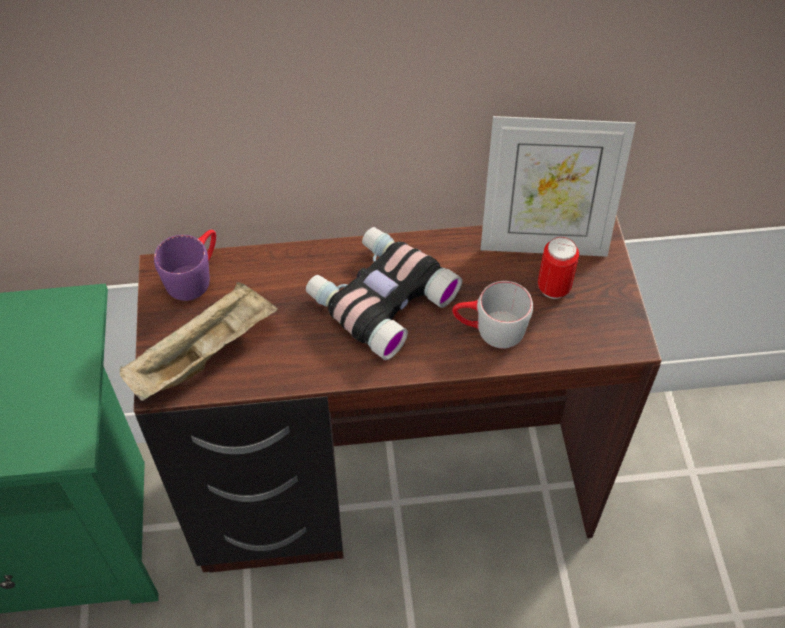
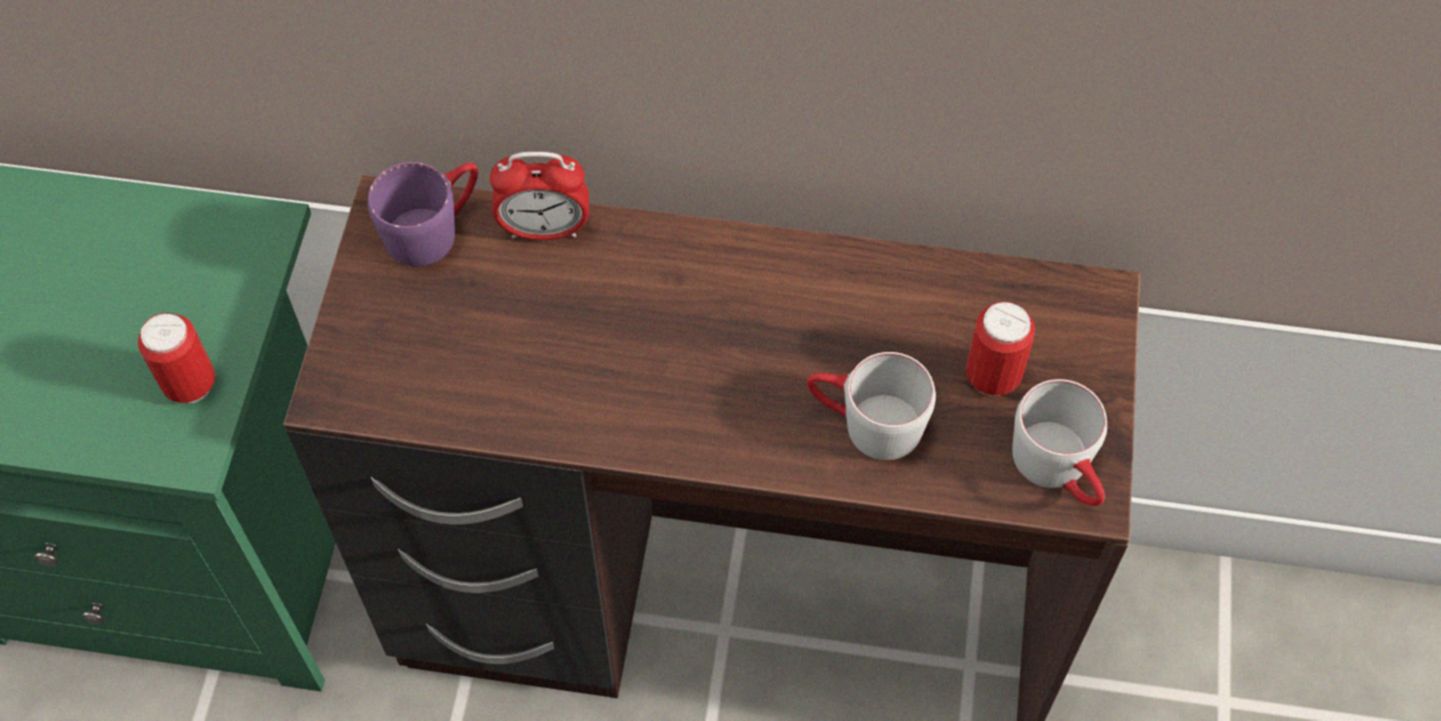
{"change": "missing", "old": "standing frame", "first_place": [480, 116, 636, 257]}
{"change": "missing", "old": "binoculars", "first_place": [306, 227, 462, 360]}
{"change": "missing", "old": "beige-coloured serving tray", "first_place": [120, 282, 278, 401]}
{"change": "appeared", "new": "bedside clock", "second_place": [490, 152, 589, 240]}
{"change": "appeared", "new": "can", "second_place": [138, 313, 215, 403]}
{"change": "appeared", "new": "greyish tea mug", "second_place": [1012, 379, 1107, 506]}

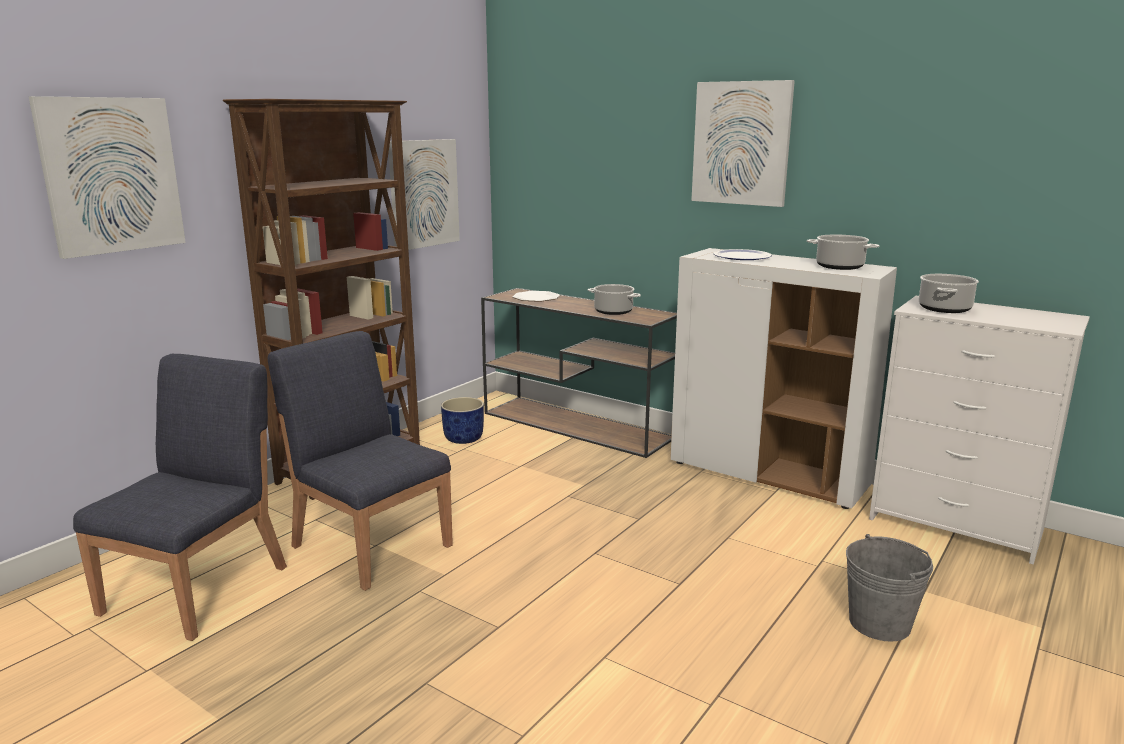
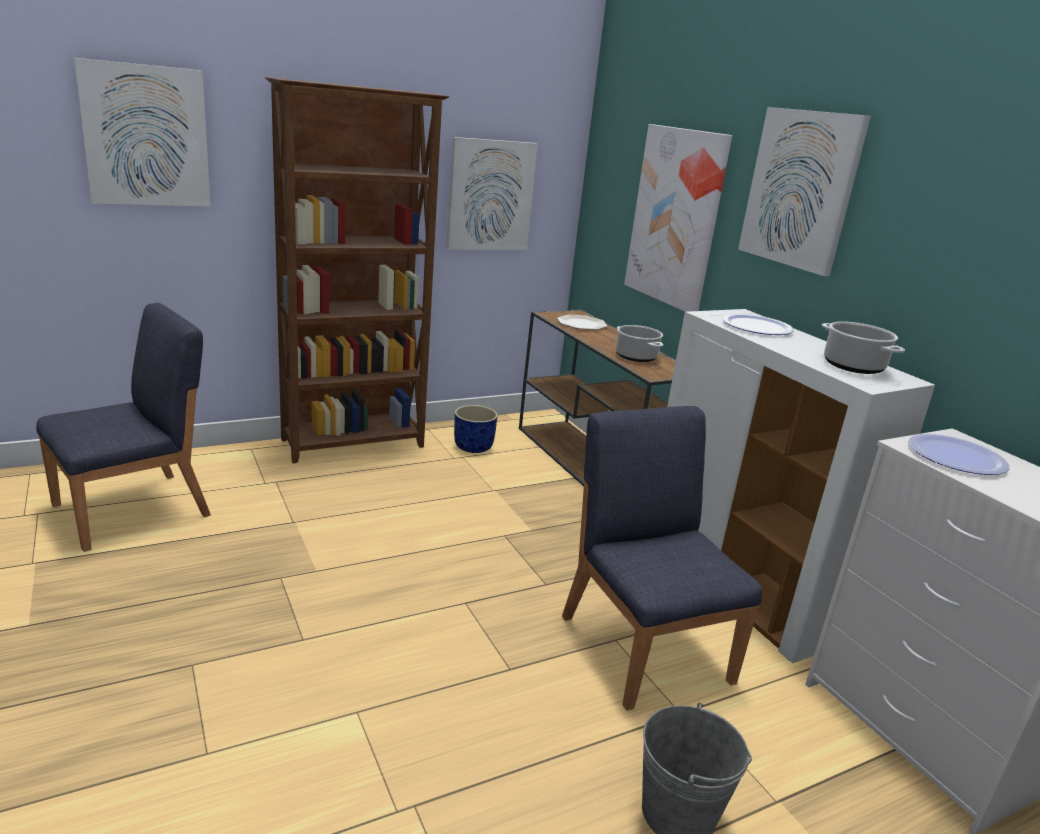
{"change": "exchanged", "old": "cooking pot", "new": "plate", "first_place": [919, 274, 979, 313], "second_place": [908, 434, 1009, 475]}
{"change": "relocated", "old": "bluish chair", "first_place": [268, 331, 453, 591], "second_place": [562, 406, 762, 711]}
{"change": "appeared", "new": "wall art", "second_place": [624, 124, 732, 312]}

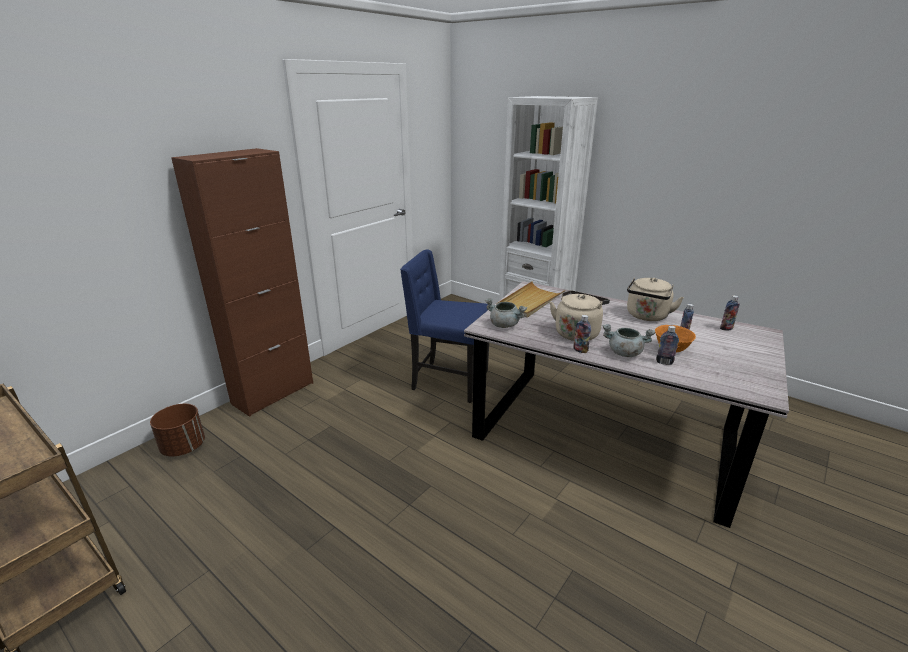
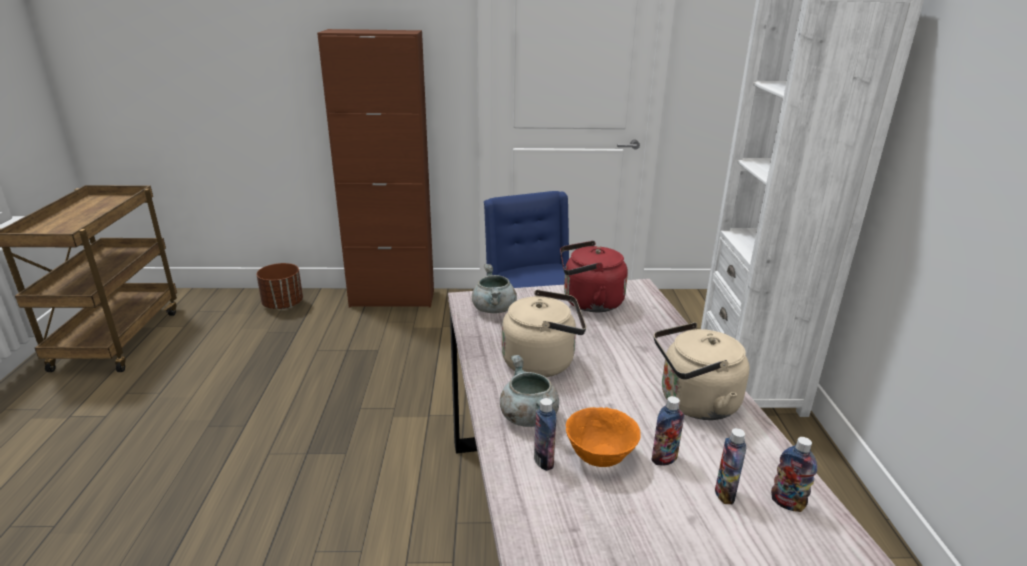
{"change": "exchanged", "old": "beige-coloured serving tray", "new": "red water kettle", "first_place": [498, 281, 565, 318], "second_place": [560, 241, 628, 312]}
{"change": "relocated", "old": "bottle", "first_place": [573, 315, 591, 353], "second_place": [715, 428, 746, 504]}

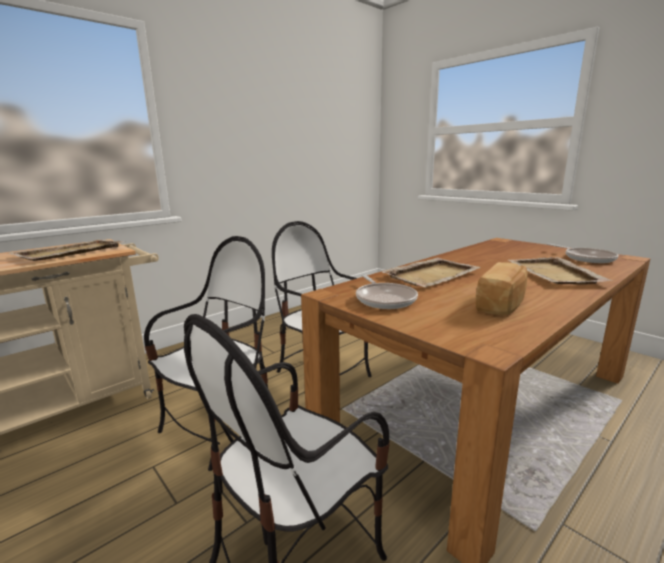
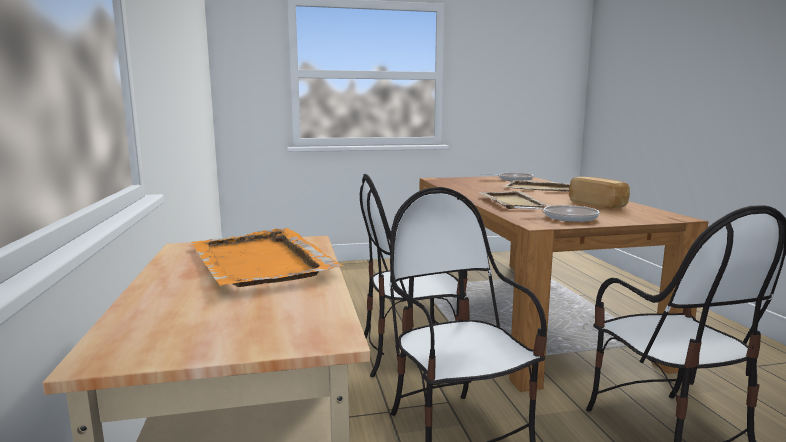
{"change": "colour", "old": "beige-coloured serving tray", "new": "orangey serving tray", "first_place": [9, 239, 123, 261], "second_place": [191, 228, 343, 287]}

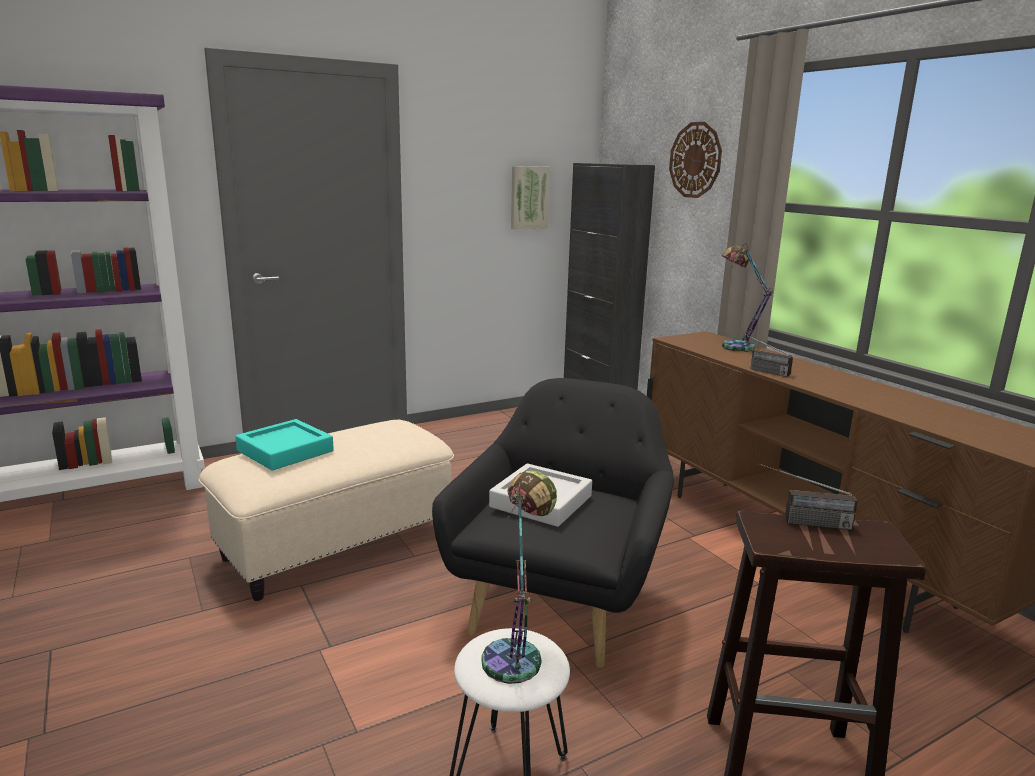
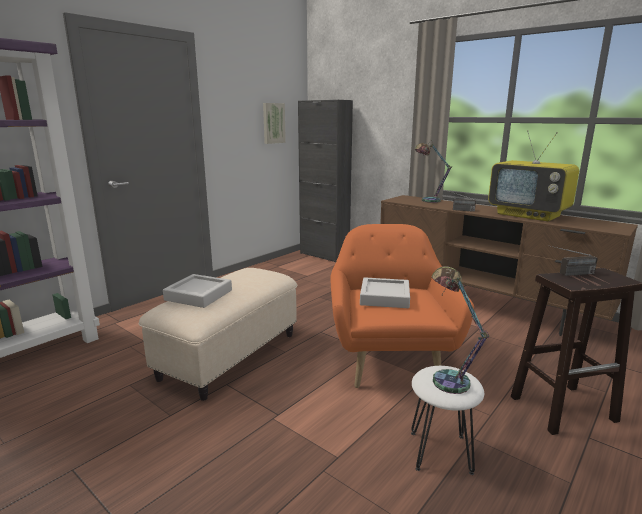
{"change": "missing", "old": "hanging clock", "first_place": [669, 122, 722, 198]}
{"change": "colour", "old": "blackish easy chair", "new": "orangey easy chair", "first_place": [432, 378, 674, 668], "second_place": [330, 224, 474, 388]}
{"change": "colour", "old": "turquoise serving tray", "new": "greyish serving tray", "first_place": [235, 419, 334, 470], "second_place": [163, 274, 232, 308]}
{"change": "appeared", "new": "TV", "second_place": [488, 130, 579, 221]}

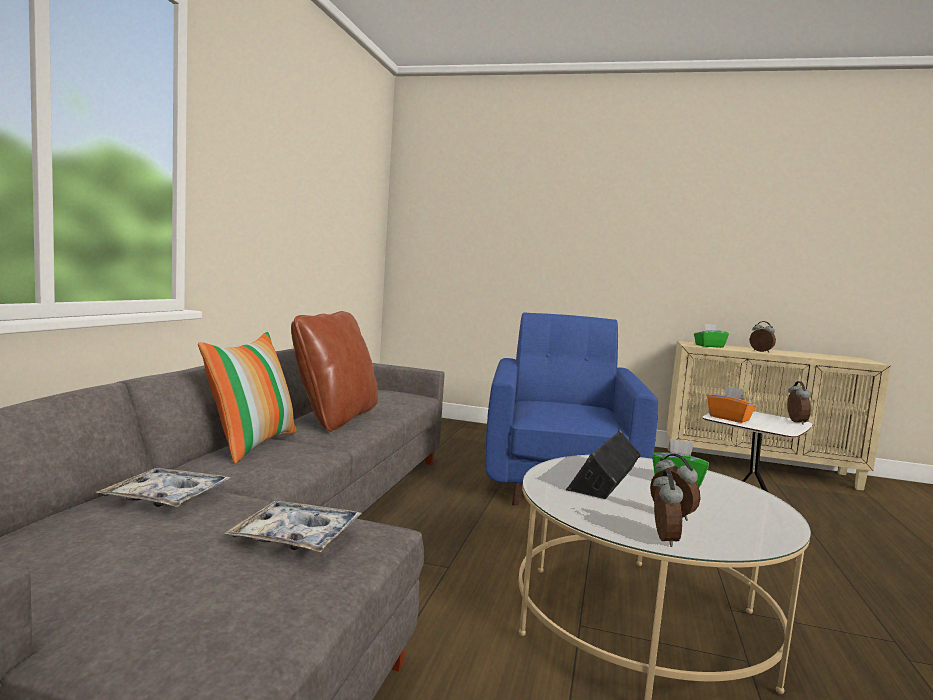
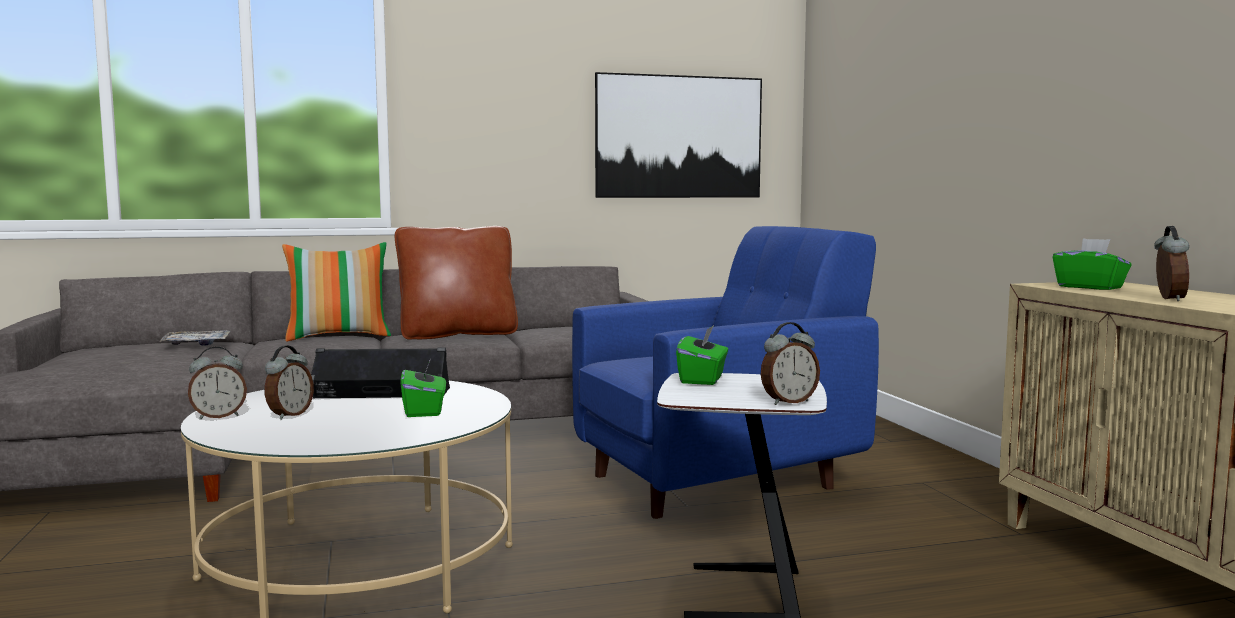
{"change": "colour", "old": "orangey tissue box", "new": "green-coloured tissue box", "first_place": [707, 386, 756, 423], "second_place": [676, 325, 728, 385]}
{"change": "missing", "old": "serving tray", "first_place": [224, 500, 362, 552]}
{"change": "appeared", "new": "wall art", "second_place": [595, 72, 762, 198]}

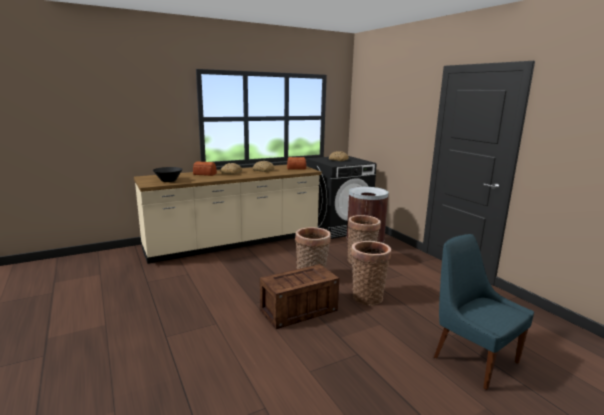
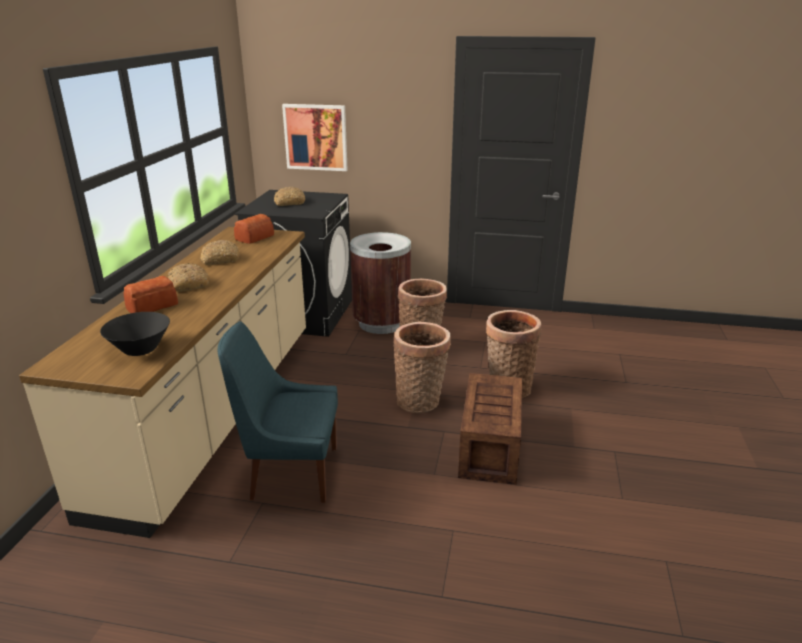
{"change": "relocated", "old": "bluish chair", "first_place": [434, 234, 534, 390], "second_place": [218, 321, 338, 503]}
{"change": "appeared", "new": "wall art", "second_place": [282, 104, 348, 171]}

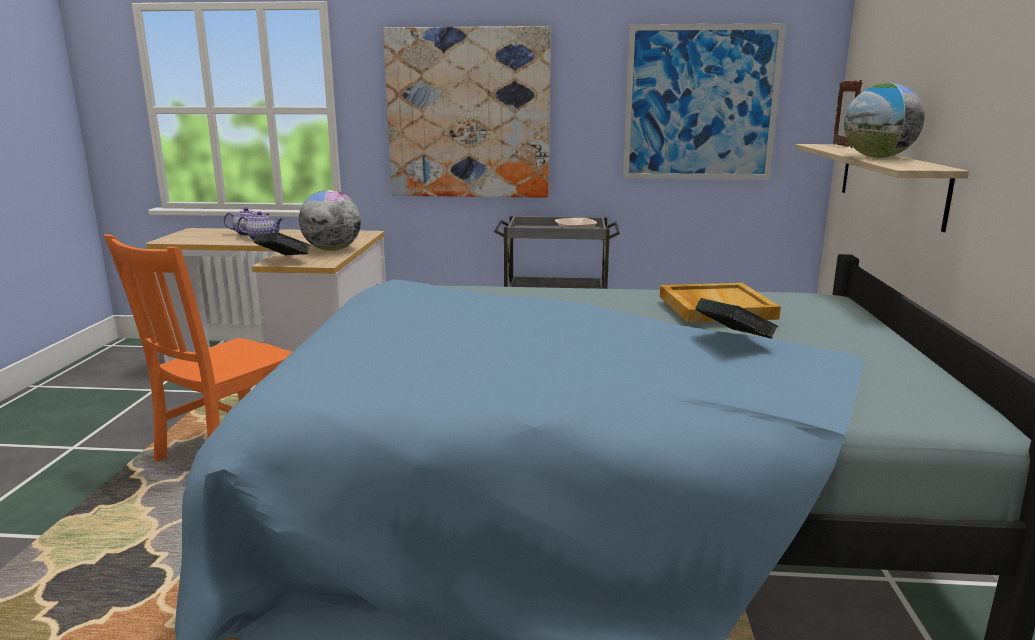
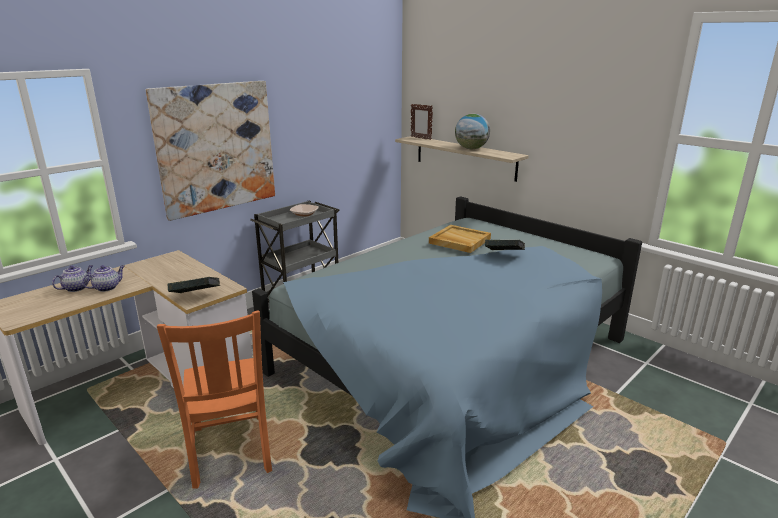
{"change": "missing", "old": "wall art", "first_place": [623, 23, 786, 180]}
{"change": "missing", "old": "world globe", "first_place": [299, 190, 361, 251]}

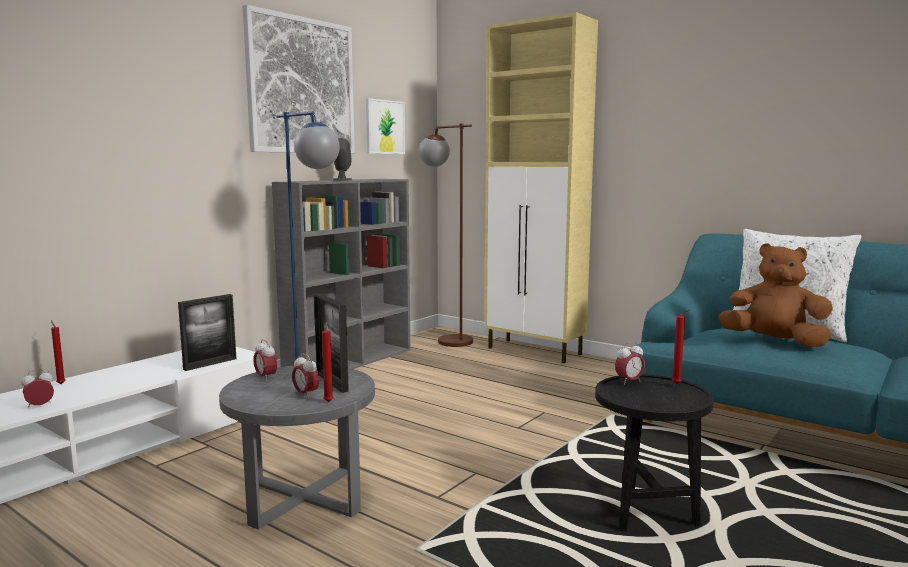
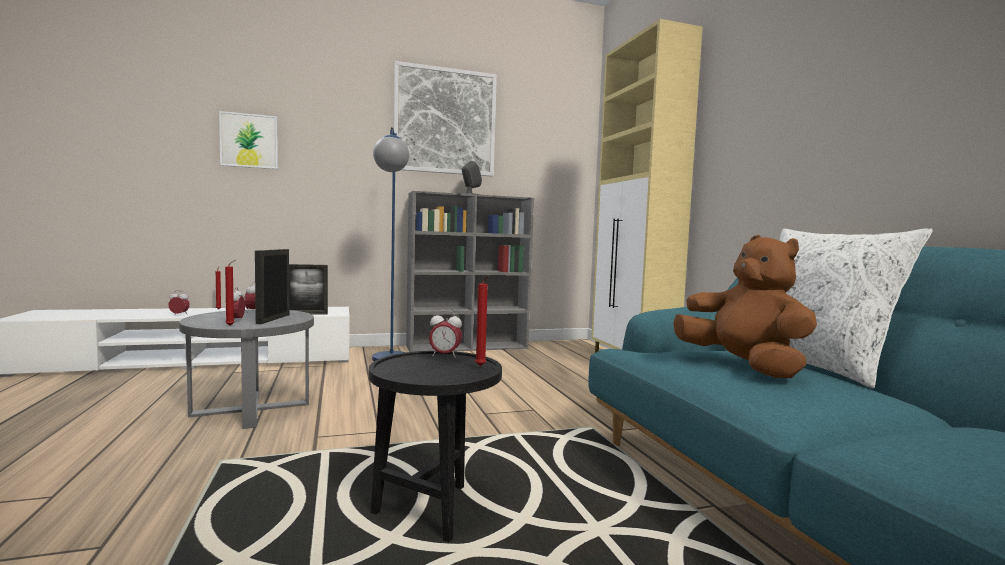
{"change": "relocated", "old": "wall art", "first_place": [366, 98, 405, 154], "second_place": [219, 111, 278, 169]}
{"change": "missing", "old": "brownish standard lamp", "first_place": [419, 124, 473, 347]}

